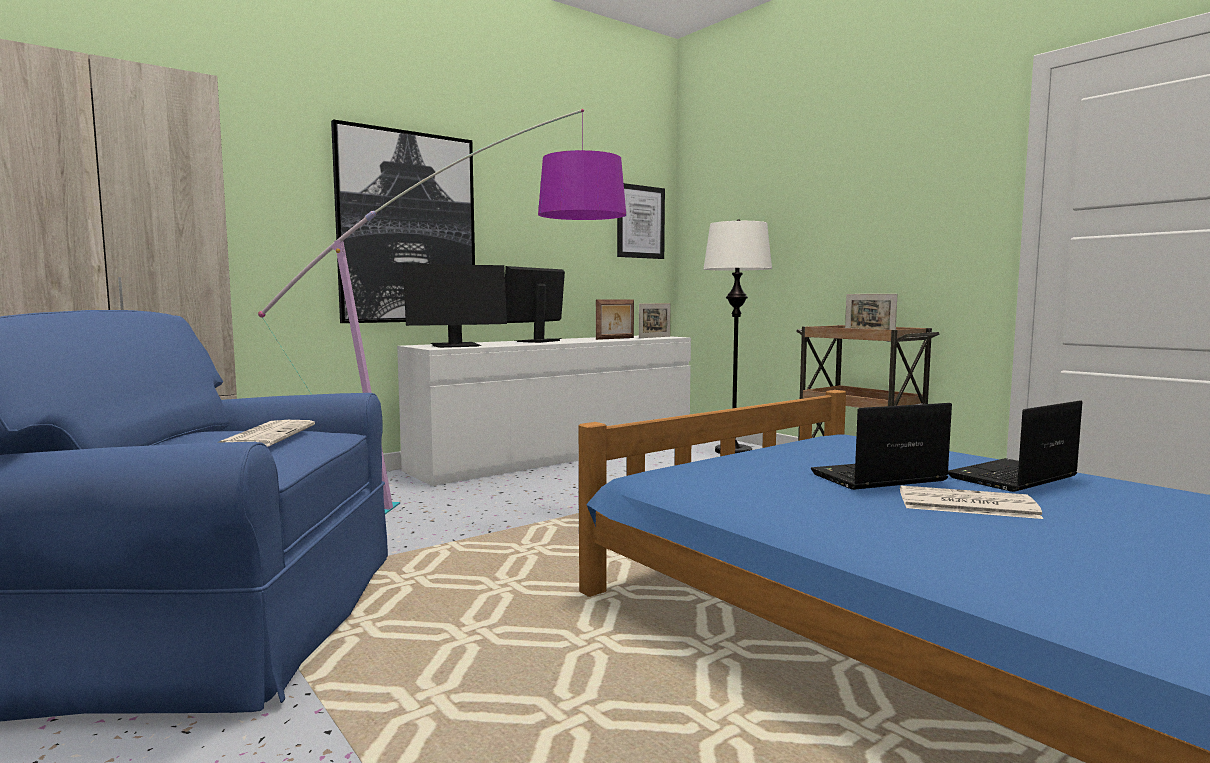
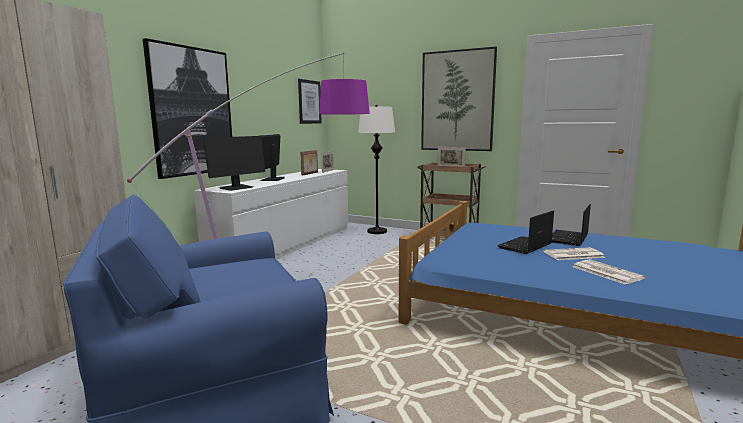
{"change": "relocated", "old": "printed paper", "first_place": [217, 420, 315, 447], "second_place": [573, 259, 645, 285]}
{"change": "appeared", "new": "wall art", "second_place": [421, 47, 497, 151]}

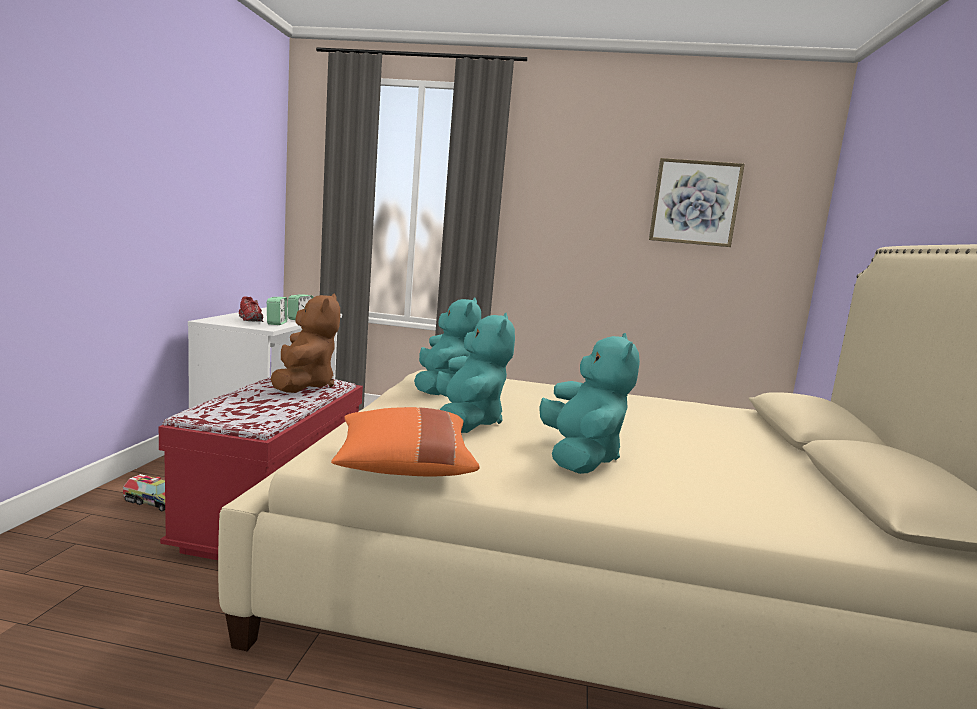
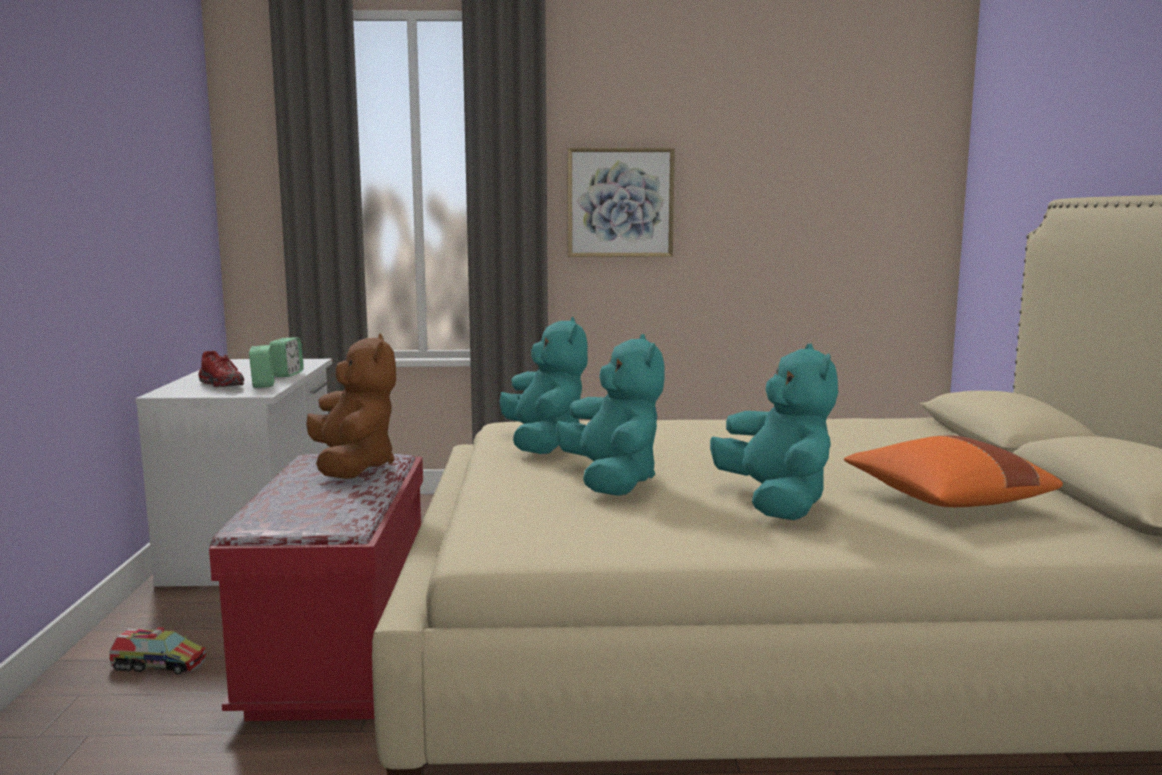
{"change": "relocated", "old": "wall art", "first_place": [649, 158, 745, 247], "second_place": [567, 148, 675, 257]}
{"change": "relocated", "old": "orangey pillow", "first_place": [331, 407, 480, 476], "second_place": [844, 435, 1063, 507]}

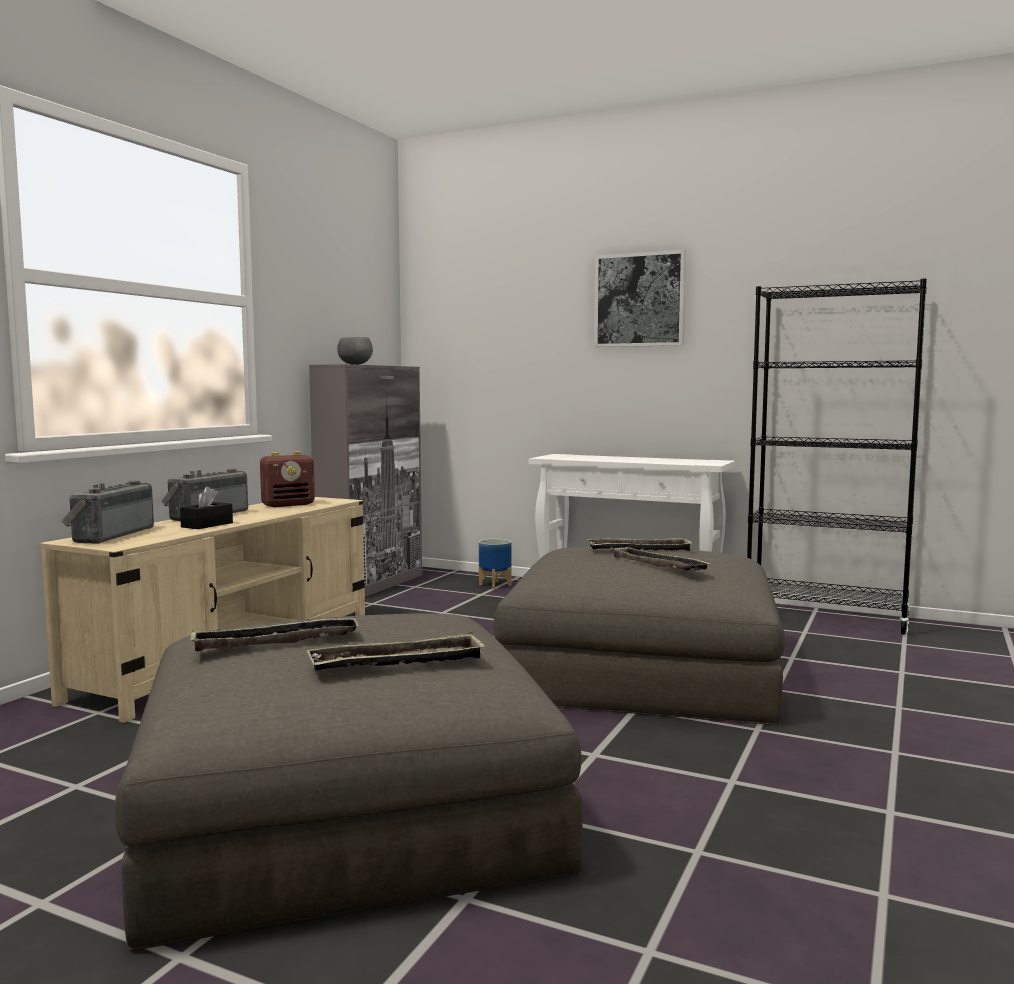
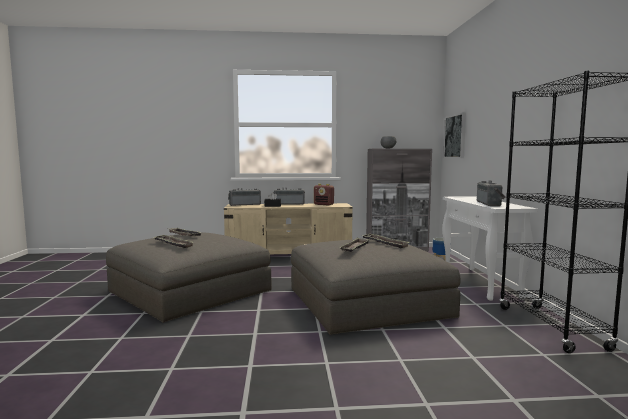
{"change": "relocated", "old": "wall art", "first_place": [594, 250, 686, 347], "second_place": [443, 112, 466, 158]}
{"change": "appeared", "new": "radio receiver", "second_place": [477, 181, 506, 206]}

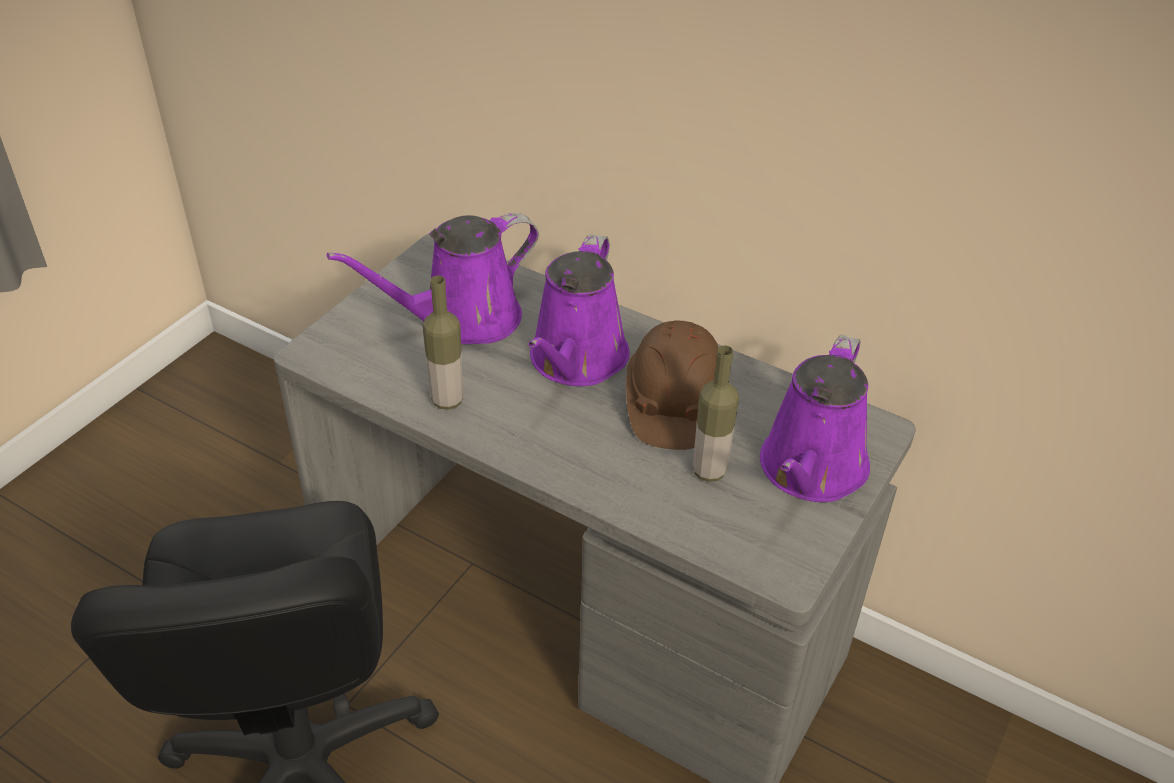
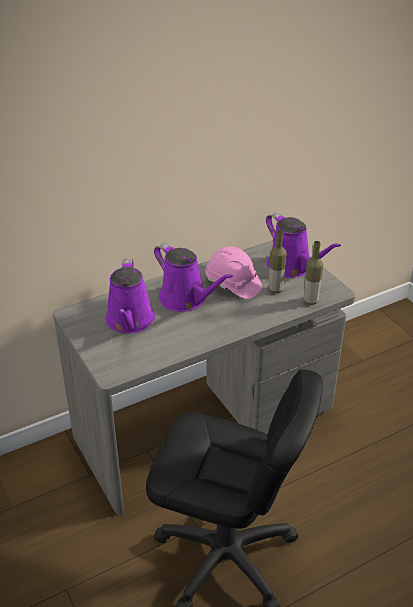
{"change": "relocated", "old": "bottle", "first_place": [423, 276, 463, 410], "second_place": [304, 241, 323, 305]}
{"change": "colour", "old": "brownish safety helmet", "new": "pinkish safety helmet", "first_place": [626, 320, 719, 450], "second_place": [205, 247, 262, 299]}

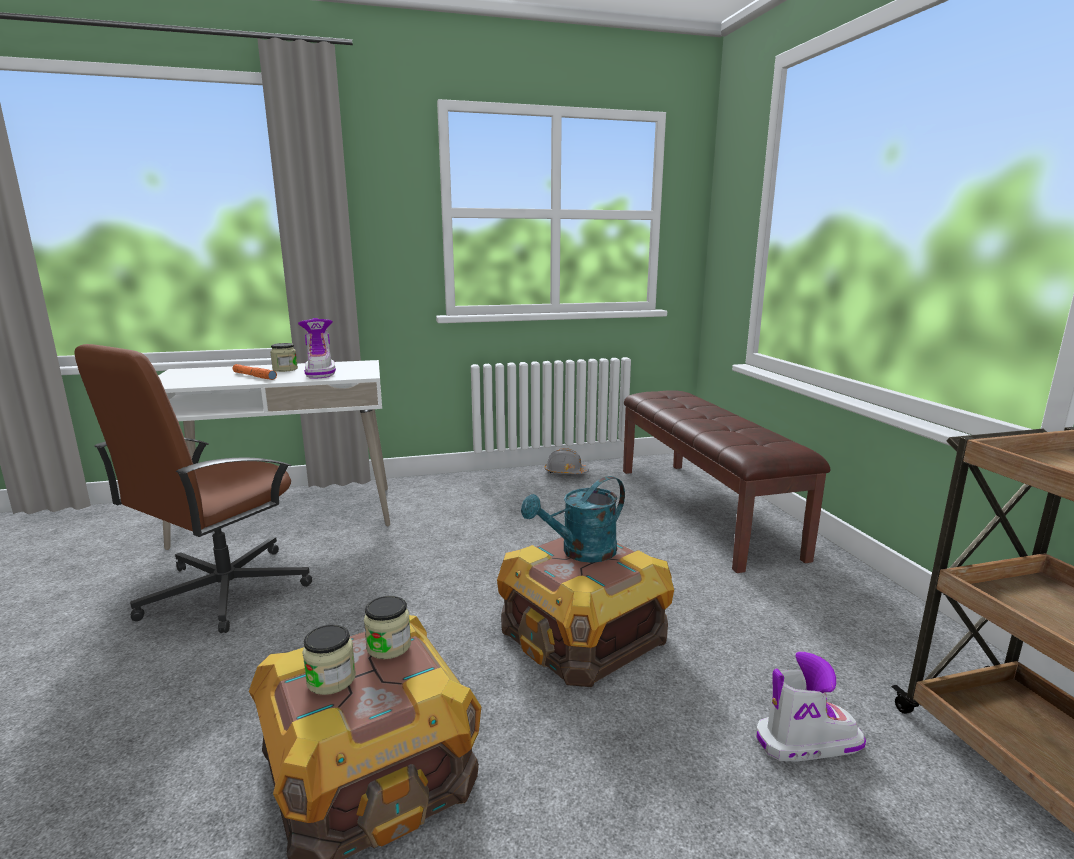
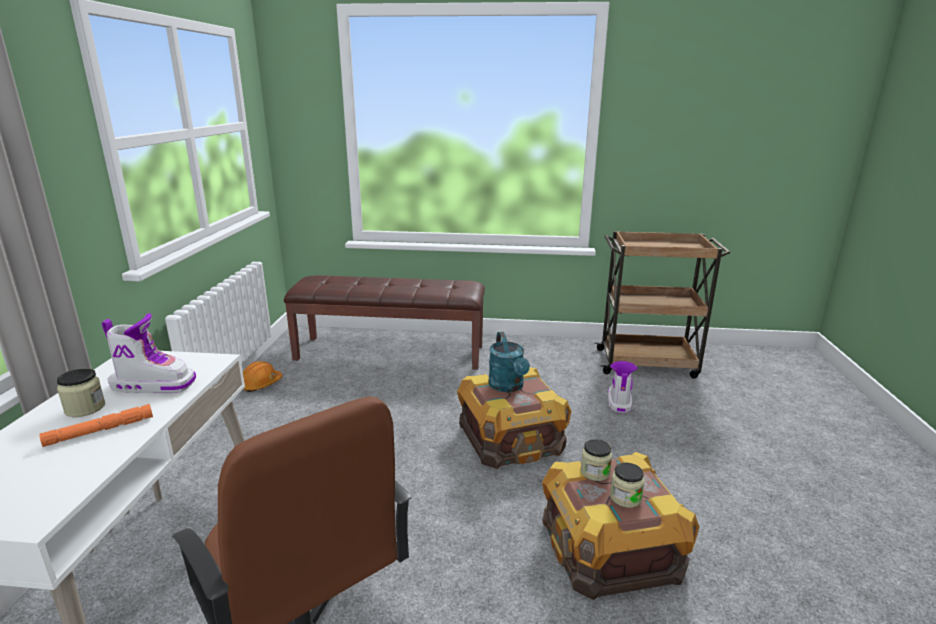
{"change": "colour", "old": "greyish safety helmet", "new": "orangey safety helmet", "first_place": [545, 448, 589, 474], "second_place": [243, 361, 283, 392]}

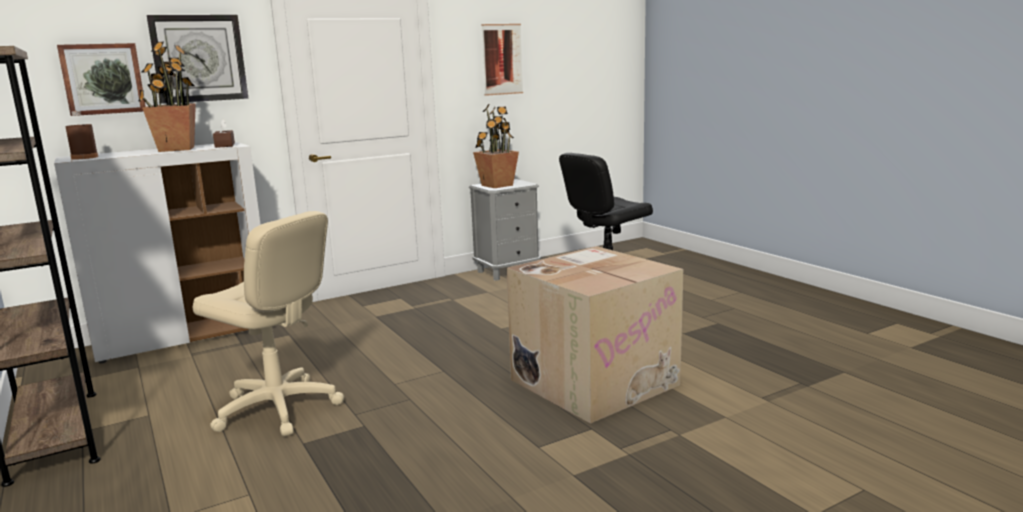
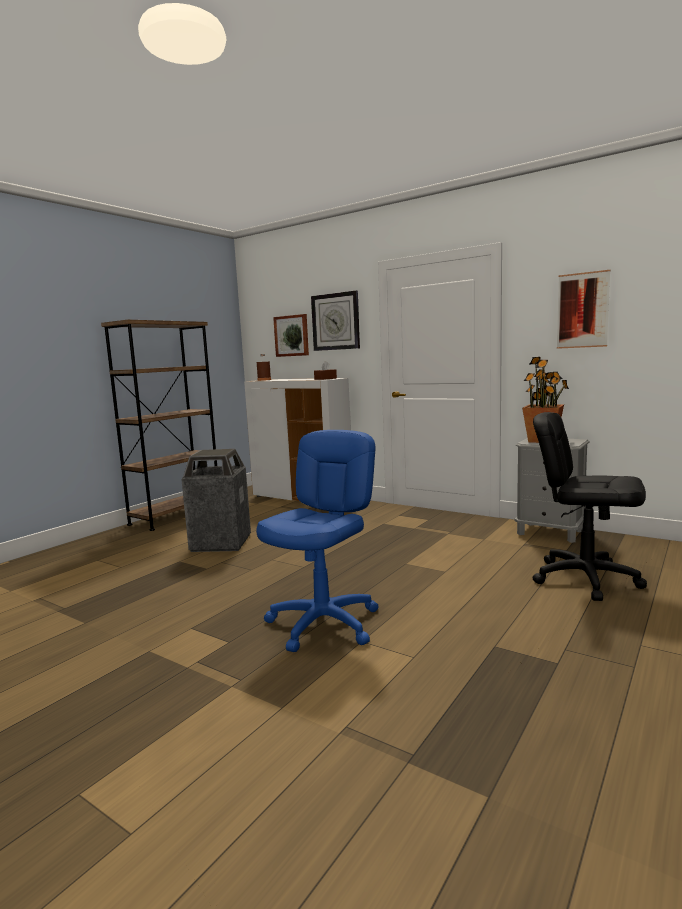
{"change": "missing", "old": "plant in a pot", "first_place": [138, 42, 196, 152]}
{"change": "exchanged", "old": "beige-coloured computer chair", "new": "waste bin", "first_place": [193, 211, 344, 436], "second_place": [181, 449, 251, 552]}
{"change": "exchanged", "old": "cardboard box", "new": "bluish computer chair", "first_place": [506, 246, 683, 424], "second_place": [256, 430, 379, 652]}

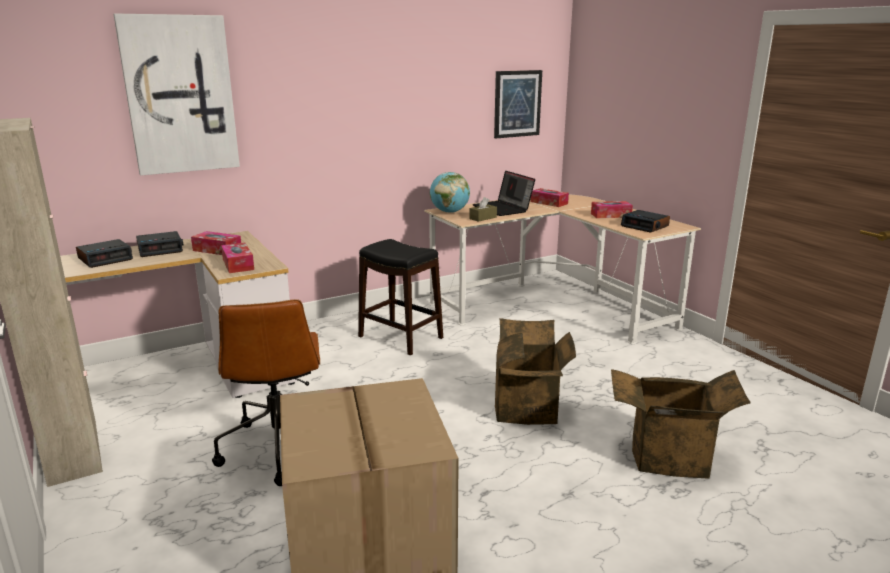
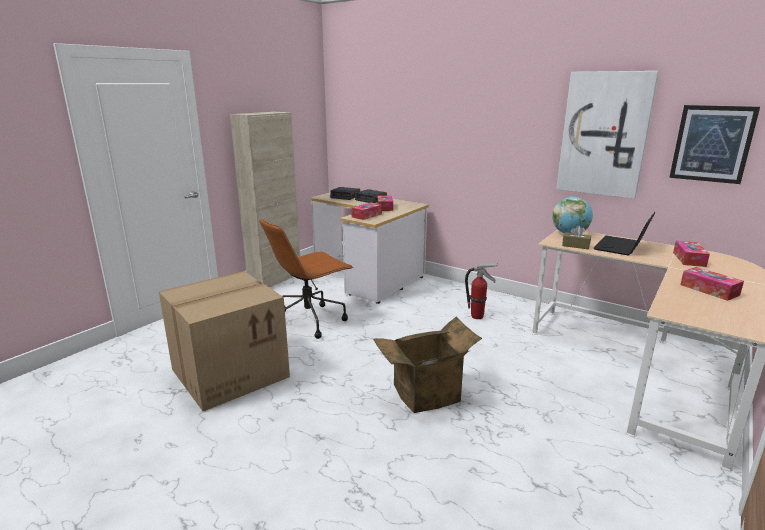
{"change": "relocated", "old": "wall art", "first_place": [113, 13, 240, 176], "second_place": [556, 71, 659, 199]}
{"change": "missing", "old": "bedside clock", "first_place": [621, 210, 670, 233]}
{"change": "exchanged", "old": "blackish stool", "new": "extinguisher", "first_place": [358, 239, 443, 356], "second_place": [465, 263, 498, 319]}
{"change": "missing", "old": "cardboard box", "first_place": [611, 369, 751, 479]}

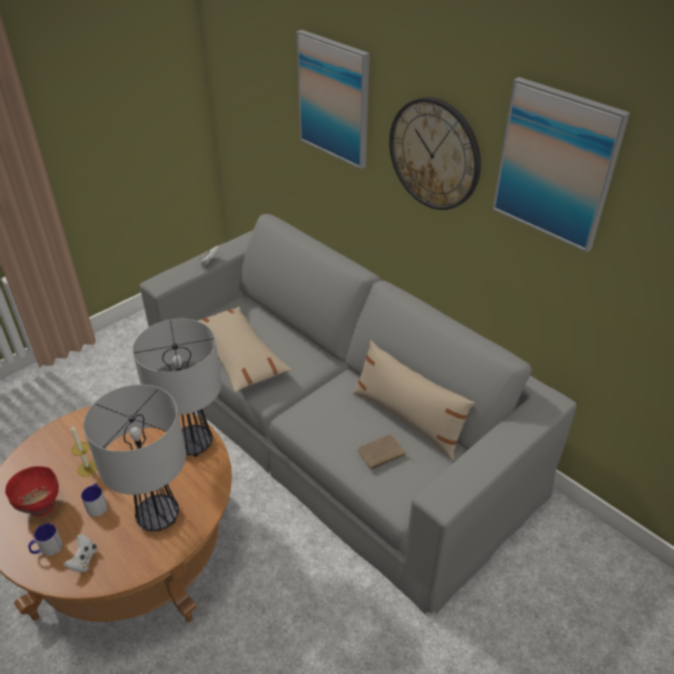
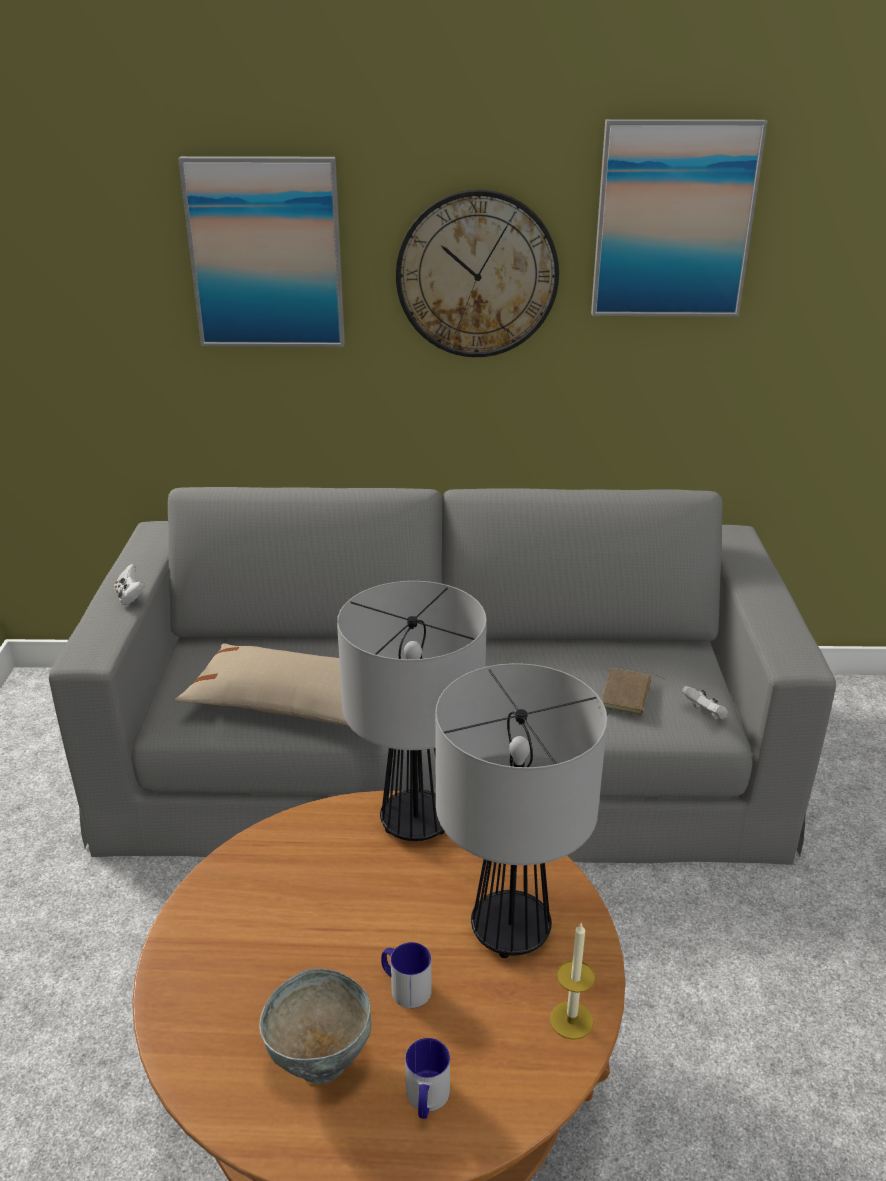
{"change": "missing", "old": "beige-coloured pillow", "first_place": [353, 340, 475, 460]}
{"change": "relocated", "old": "wax candle", "first_place": [71, 425, 97, 477], "second_place": [550, 923, 595, 1040]}
{"change": "colour", "old": "red deep dish", "new": "greyish deep dish", "first_place": [5, 466, 59, 516], "second_place": [259, 968, 372, 1084]}
{"change": "relocated", "old": "white-coloured joypad", "first_place": [63, 534, 97, 573], "second_place": [682, 686, 728, 720]}

